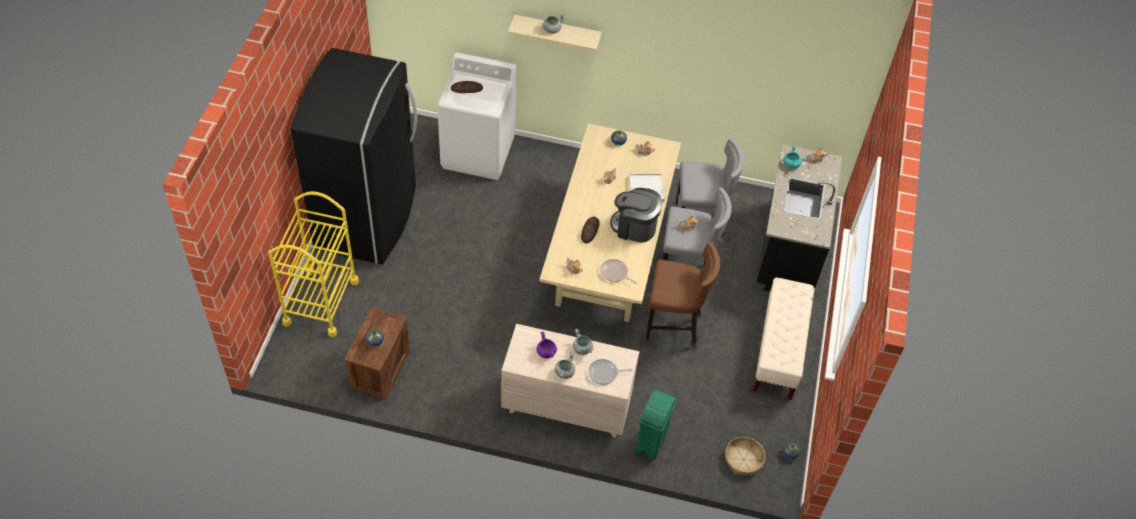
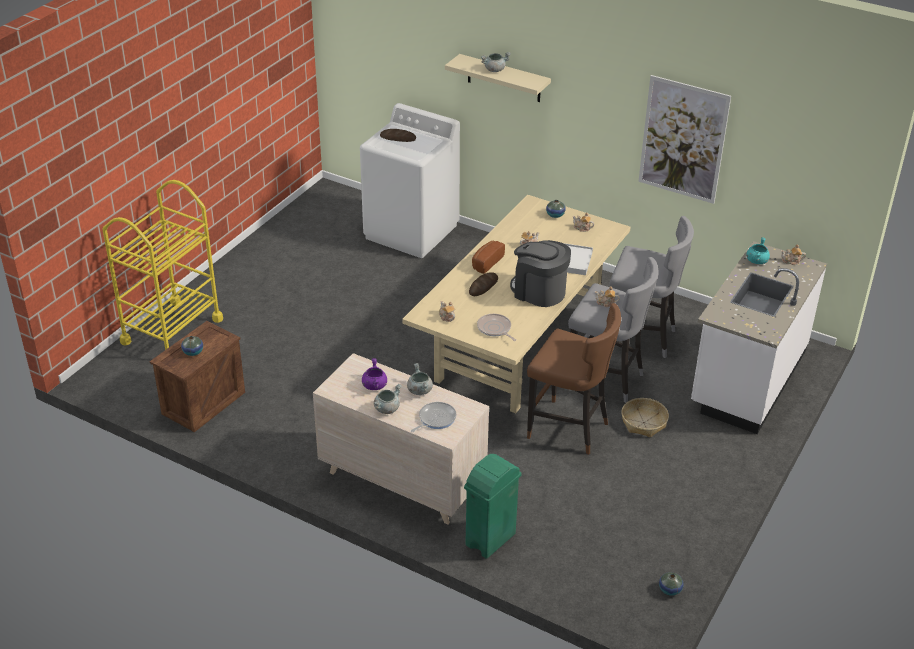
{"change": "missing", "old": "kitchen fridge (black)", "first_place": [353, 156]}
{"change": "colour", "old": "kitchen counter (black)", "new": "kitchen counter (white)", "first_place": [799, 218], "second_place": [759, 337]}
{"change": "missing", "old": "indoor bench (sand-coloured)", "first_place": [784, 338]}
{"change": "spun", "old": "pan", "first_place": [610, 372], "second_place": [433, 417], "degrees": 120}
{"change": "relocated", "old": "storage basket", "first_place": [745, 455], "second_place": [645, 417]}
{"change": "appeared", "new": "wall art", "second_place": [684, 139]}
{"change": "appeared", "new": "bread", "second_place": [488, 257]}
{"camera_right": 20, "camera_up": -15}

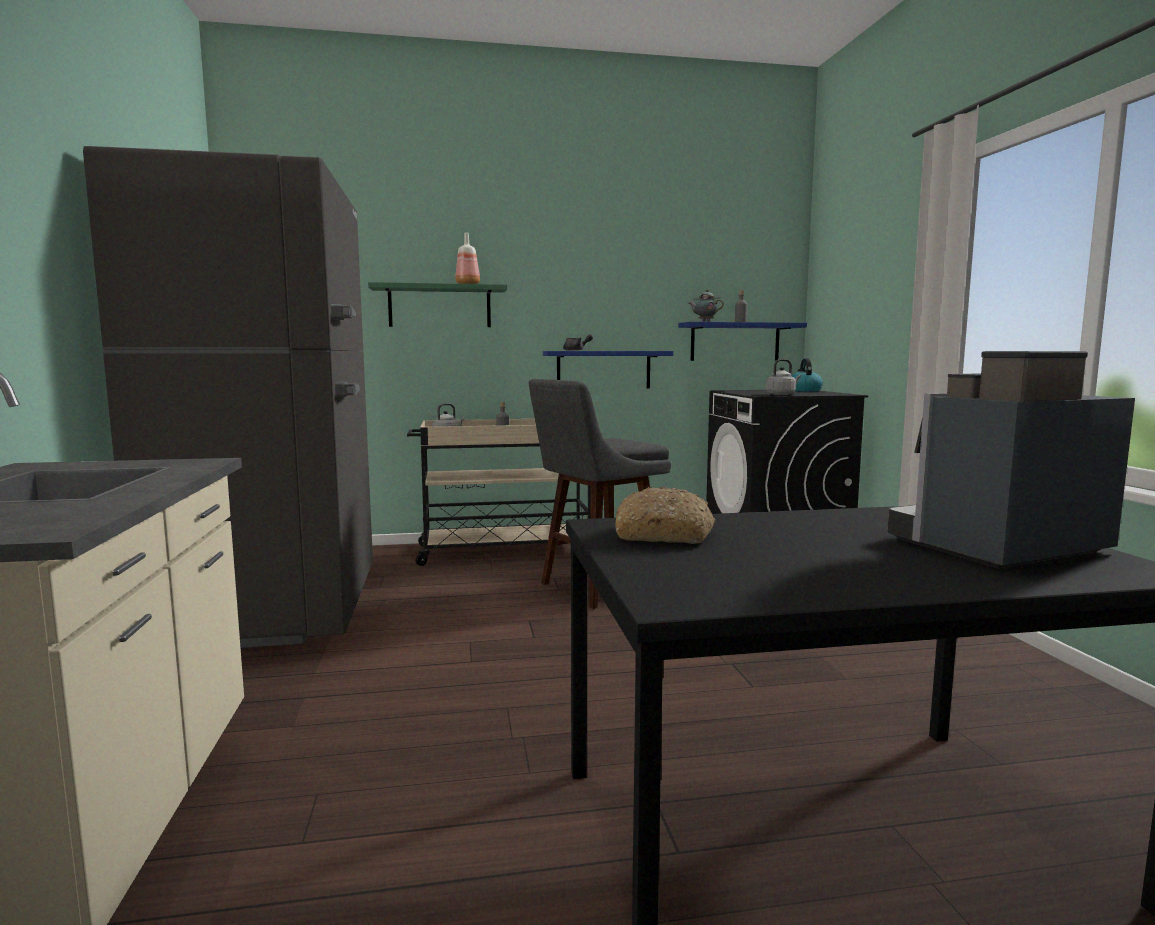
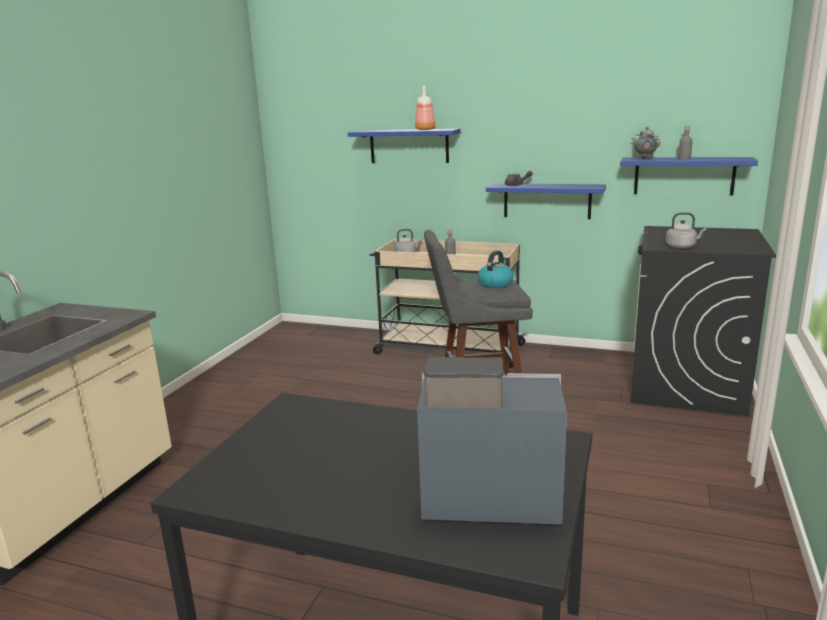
{"change": "missing", "old": "kitchen fridge (grey)", "first_place": [228, 397]}
{"change": "colour", "old": "bracket shelf (green)", "new": "bracket shelf (bluish)", "first_place": [437, 304], "second_place": [404, 146]}
{"change": "relocated", "old": "tea kettle", "first_place": [807, 375], "second_place": [495, 269]}
{"change": "missing", "old": "bread", "first_place": [666, 515]}
{"camera_right": 30, "camera_up": 10}

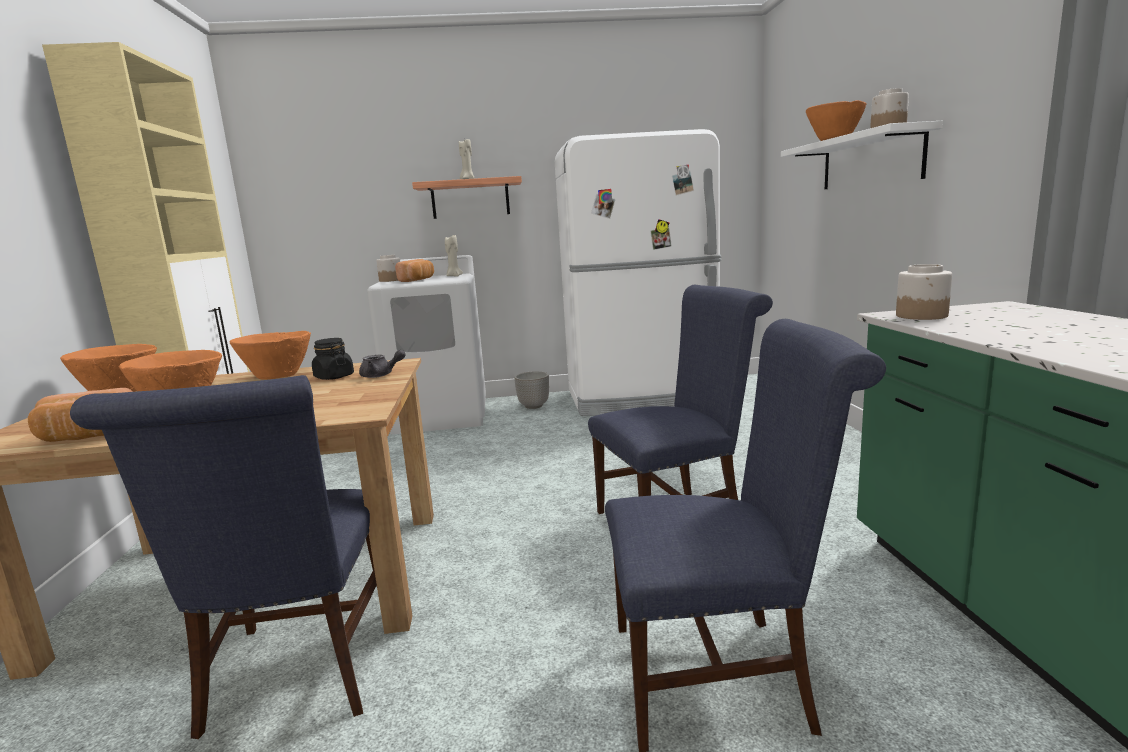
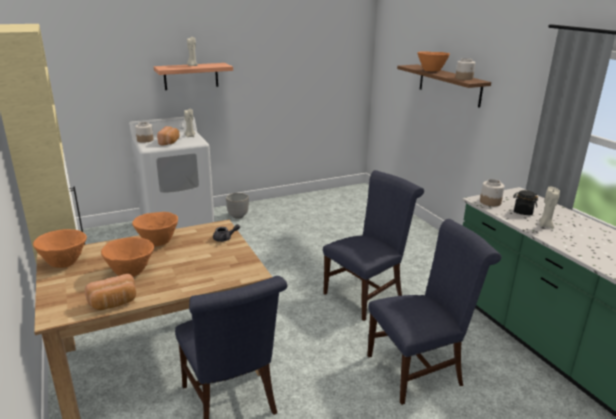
{"change": "colour", "old": "bracket shelf (white)", "new": "bracket shelf (brownish)", "first_place": [862, 155], "second_place": [444, 86]}
{"change": "missing", "old": "kitchen fridge (white)", "first_place": [638, 272]}
{"change": "relocated", "old": "storage jar (black)", "first_place": [333, 359], "second_place": [525, 202]}
{"change": "appeared", "new": "wax light (sand-coloured)", "second_place": [549, 207]}
{"camera_right": -20, "camera_up": 10}

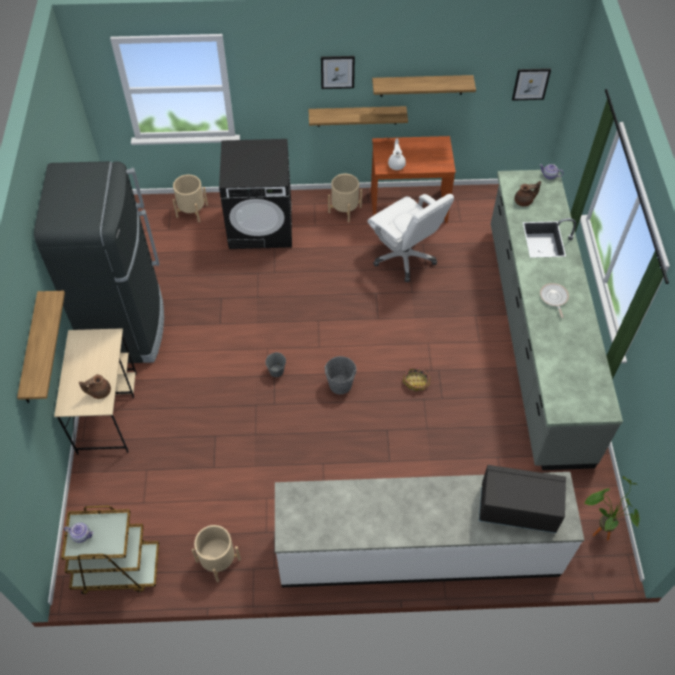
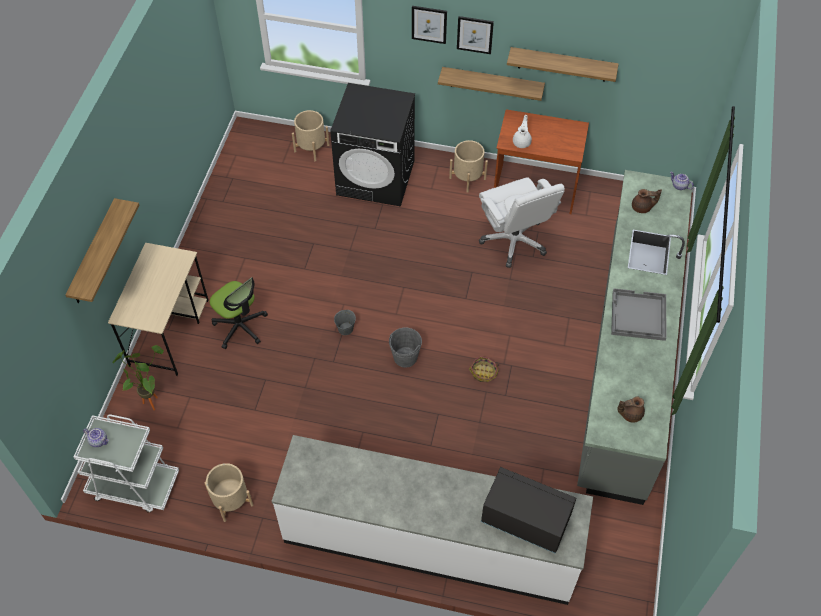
{"change": "relocated", "old": "wall art", "first_place": [531, 84], "second_place": [429, 25]}
{"change": "missing", "old": "kitchen fridge (black)", "first_place": [99, 262]}
{"change": "exchanged", "old": "pan", "new": "serving tray (grey)", "first_place": [554, 300], "second_place": [638, 314]}
{"change": "relocated", "old": "tea pot (brownish)", "first_place": [95, 386], "second_place": [631, 409]}
{"change": "relocated", "old": "houseplant", "first_place": [611, 508], "second_place": [138, 378]}
{"change": "colour", "old": "trolley (brownish)", "new": "trolley (white)", "first_place": [110, 550], "second_place": [126, 463]}
{"change": "appeared", "new": "desk chair", "second_place": [239, 313]}
{"camera_right": 15, "camera_up": 0}

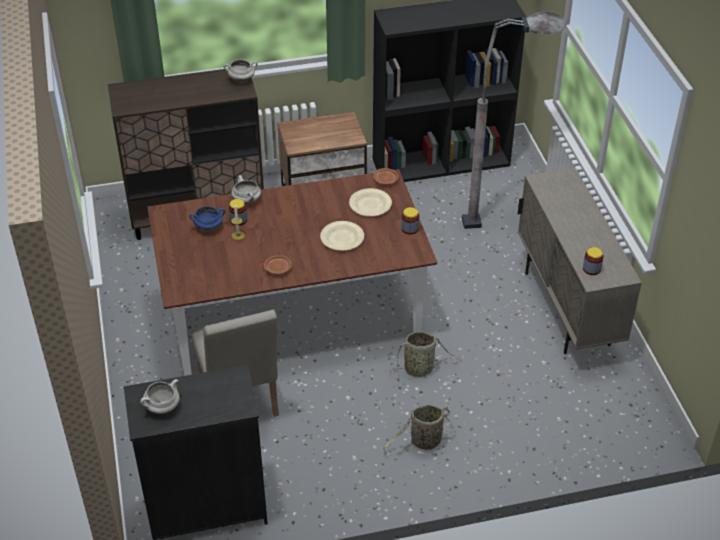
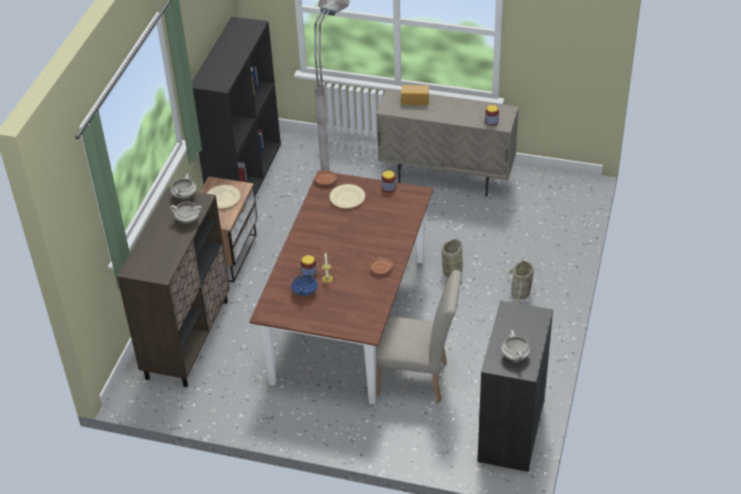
{"change": "relocated", "old": "saucepot (white)", "first_place": [246, 189], "second_place": [186, 213]}
{"change": "relocated", "old": "flat dish (sand-coloured)", "first_place": [342, 236], "second_place": [224, 196]}
{"change": "appeared", "new": "bread", "second_place": [415, 95]}
{"camera_right": -60, "camera_up": 0}

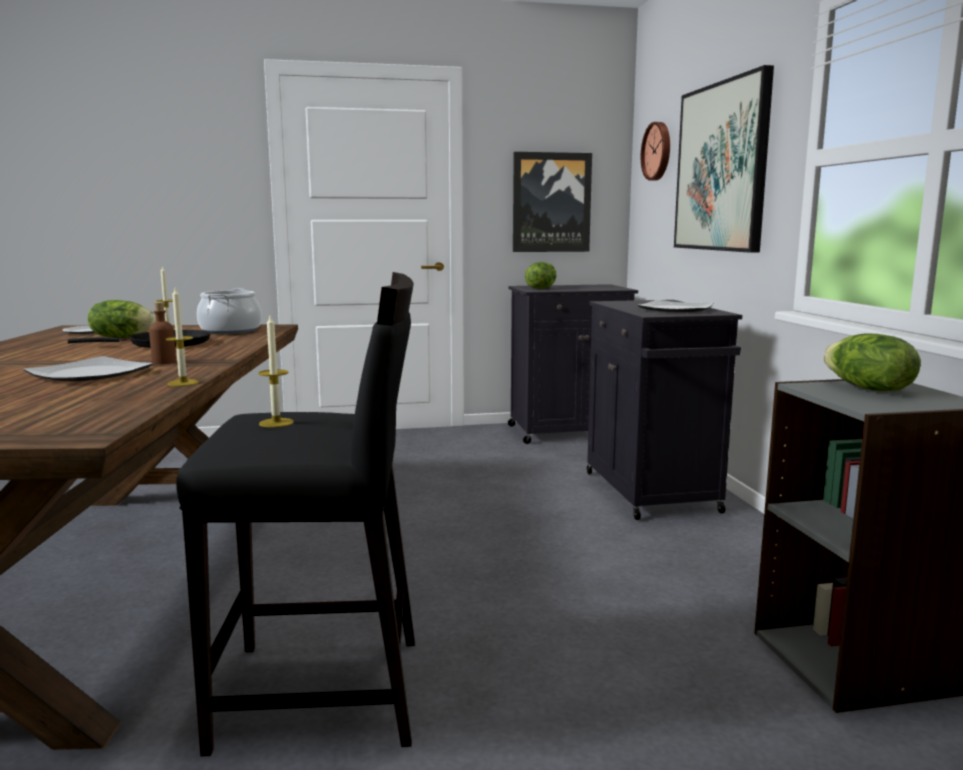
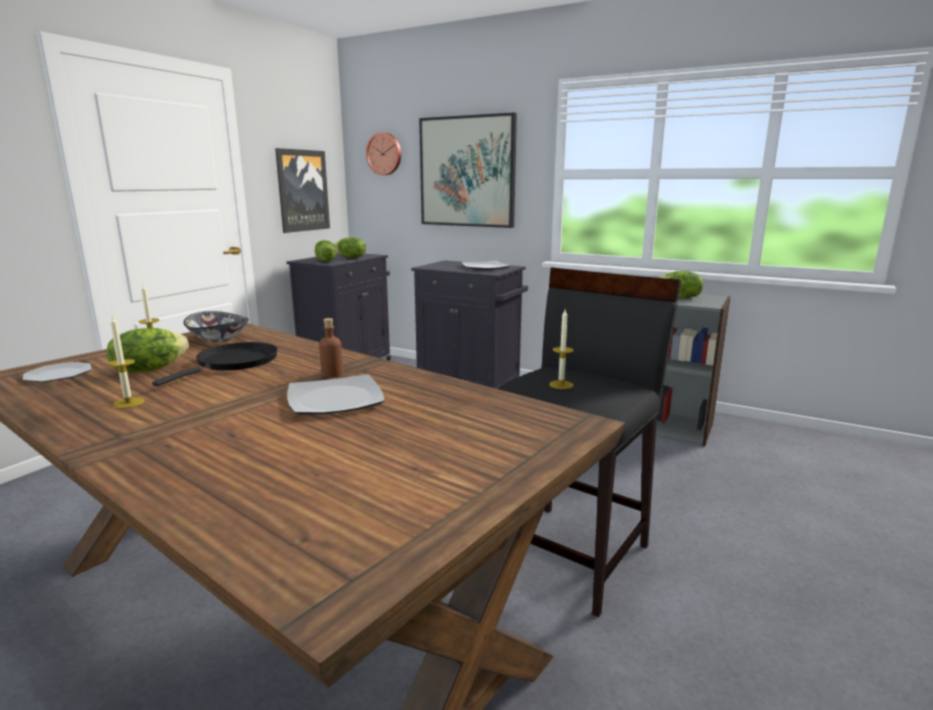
{"change": "relocated", "old": "wax light", "first_place": [182, 337], "second_place": [125, 362]}
{"change": "exchanged", "old": "saucepot", "new": "serving bowl", "first_place": [229, 311], "second_place": [216, 326]}
{"change": "appeared", "new": "lettuce", "second_place": [350, 247]}
{"camera_right": -50, "camera_up": 5}

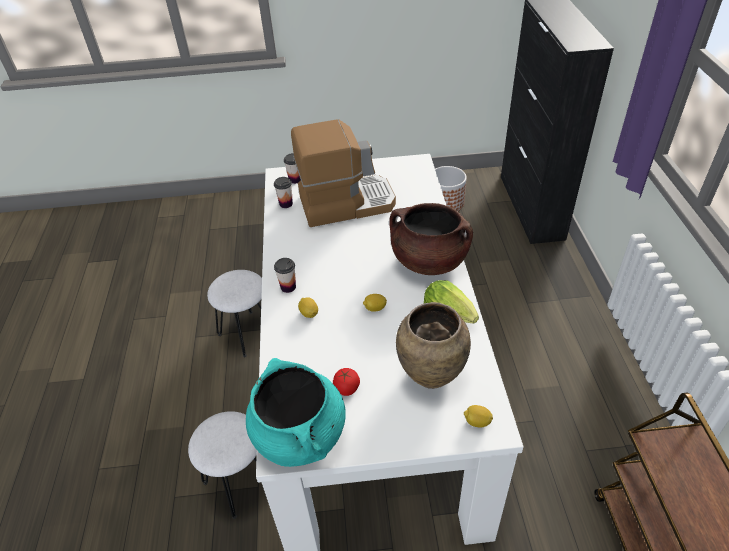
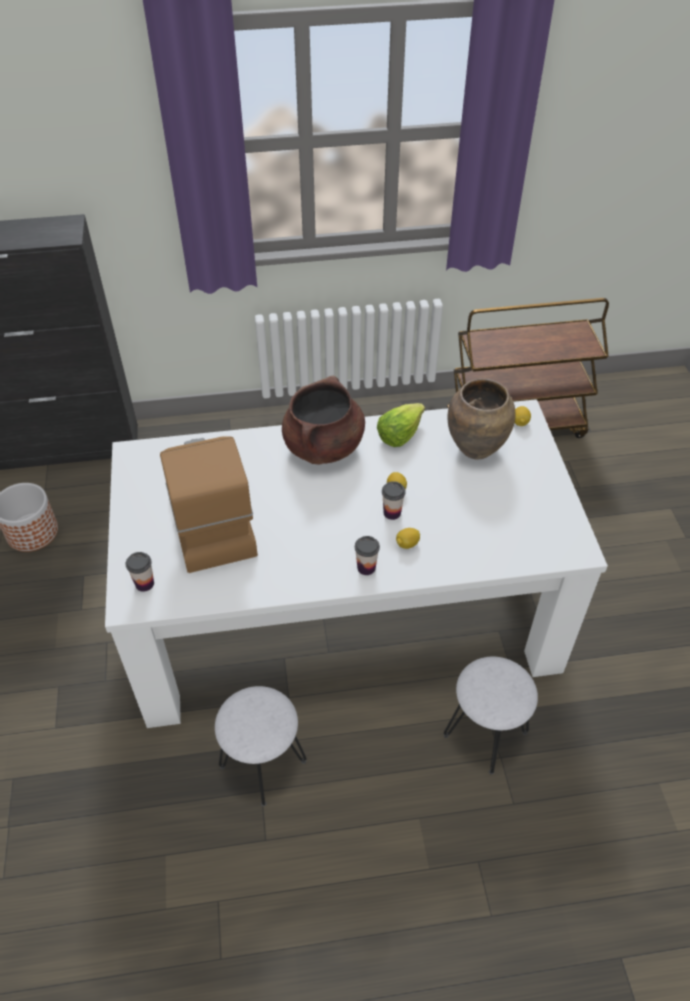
{"change": "relocated", "old": "small cup", "first_place": [283, 192], "second_place": [394, 500]}
{"change": "missing", "old": "saucepot (turquoise)", "first_place": [296, 412]}
{"change": "missing", "old": "fresh tomato", "first_place": [346, 382]}
{"camera_right": -95, "camera_up": 5}

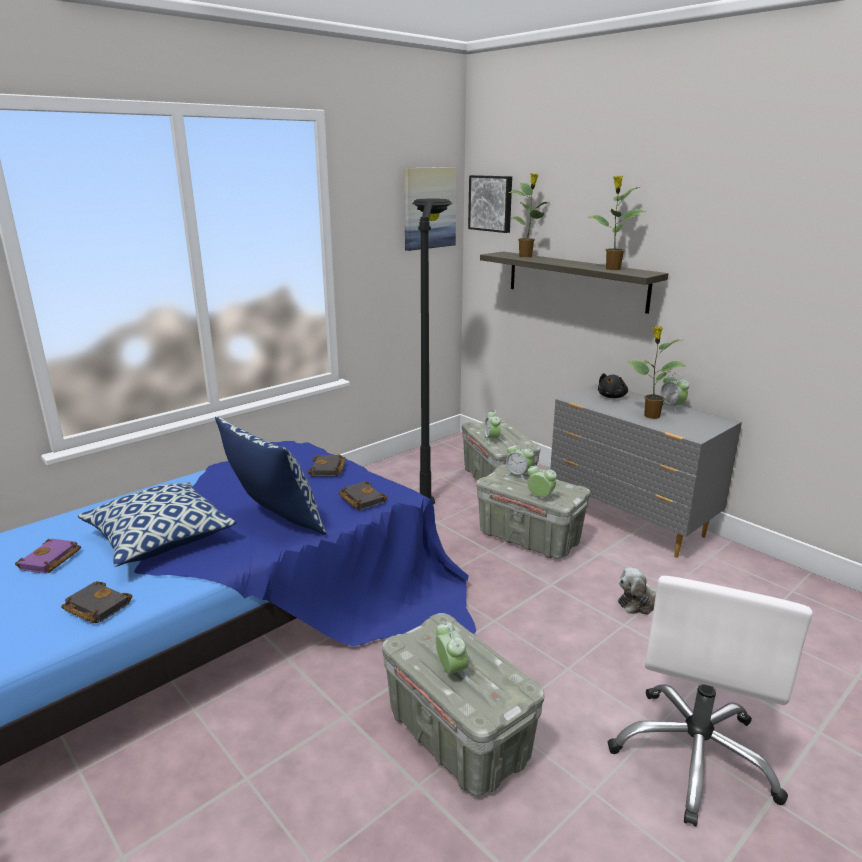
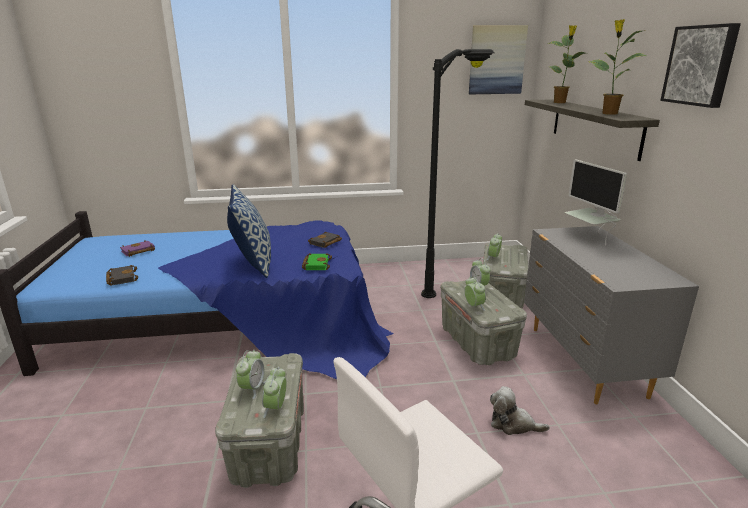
{"change": "relocated", "old": "wall art", "first_place": [490, 204], "second_place": [700, 65]}
{"change": "missing", "old": "houseplant", "first_place": [656, 372]}
{"change": "exchanged", "old": "soft toy (black)", "new": "computer screen", "first_place": [613, 385], "second_place": [596, 202]}
{"change": "relocated", "old": "bedside clock", "first_place": [675, 392], "second_place": [274, 392]}
{"change": "colour", "old": "volume (black)", "new": "volume (green)", "first_place": [363, 495], "second_place": [317, 261]}
{"change": "missing", "old": "pillow", "first_place": [157, 524]}
{"camera_right": 35, "camera_up": 0}

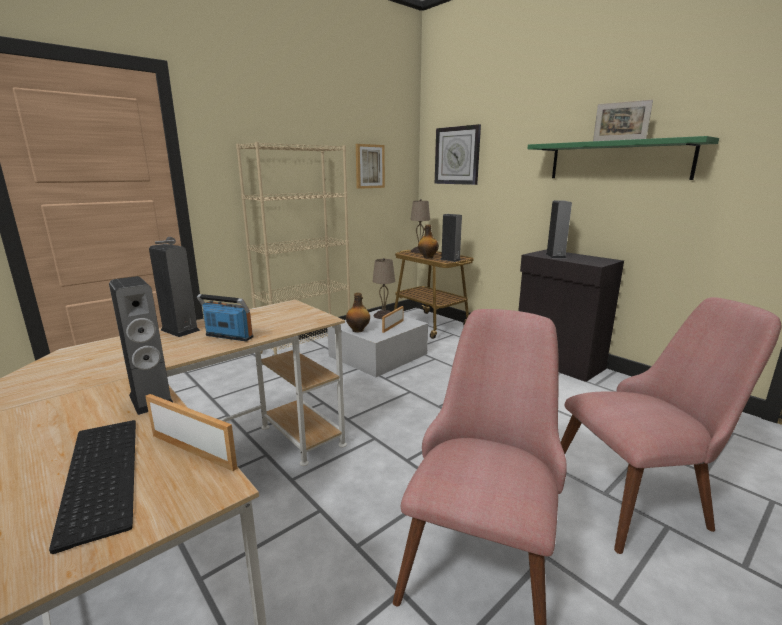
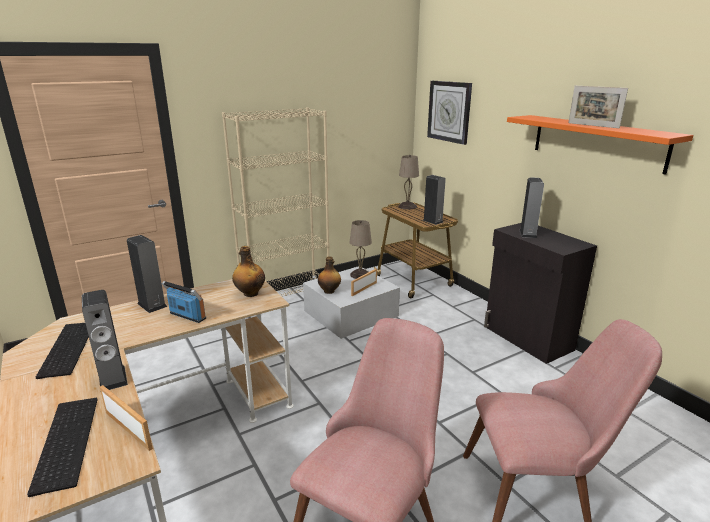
{"change": "colour", "old": "bracket shelf (green)", "new": "bracket shelf (orange)", "first_place": [623, 158], "second_place": [600, 145]}
{"change": "missing", "old": "wall art", "first_place": [370, 166]}
{"change": "relocated", "old": "bottle", "first_place": [428, 241], "second_place": [248, 271]}
{"change": "appeared", "new": "keyboard", "second_place": [62, 351]}
{"camera_right": 10, "camera_up": 5}

